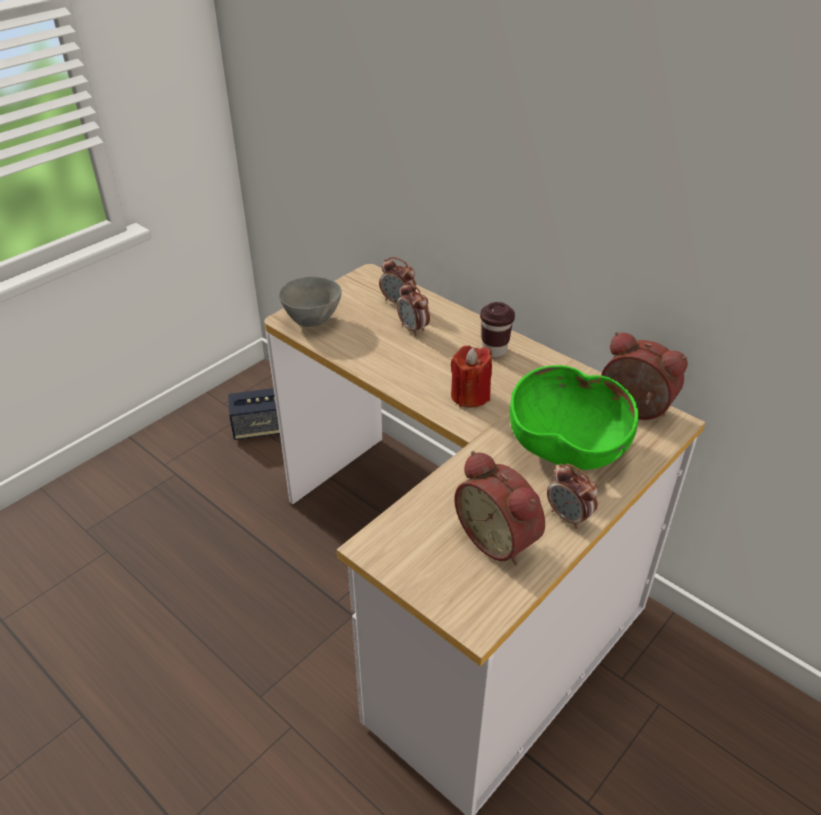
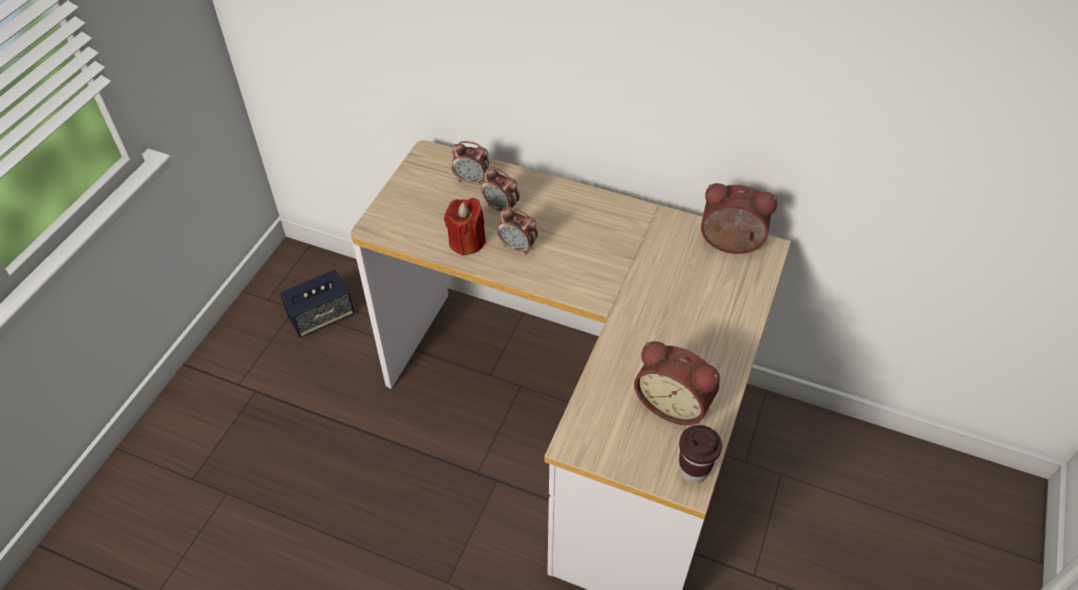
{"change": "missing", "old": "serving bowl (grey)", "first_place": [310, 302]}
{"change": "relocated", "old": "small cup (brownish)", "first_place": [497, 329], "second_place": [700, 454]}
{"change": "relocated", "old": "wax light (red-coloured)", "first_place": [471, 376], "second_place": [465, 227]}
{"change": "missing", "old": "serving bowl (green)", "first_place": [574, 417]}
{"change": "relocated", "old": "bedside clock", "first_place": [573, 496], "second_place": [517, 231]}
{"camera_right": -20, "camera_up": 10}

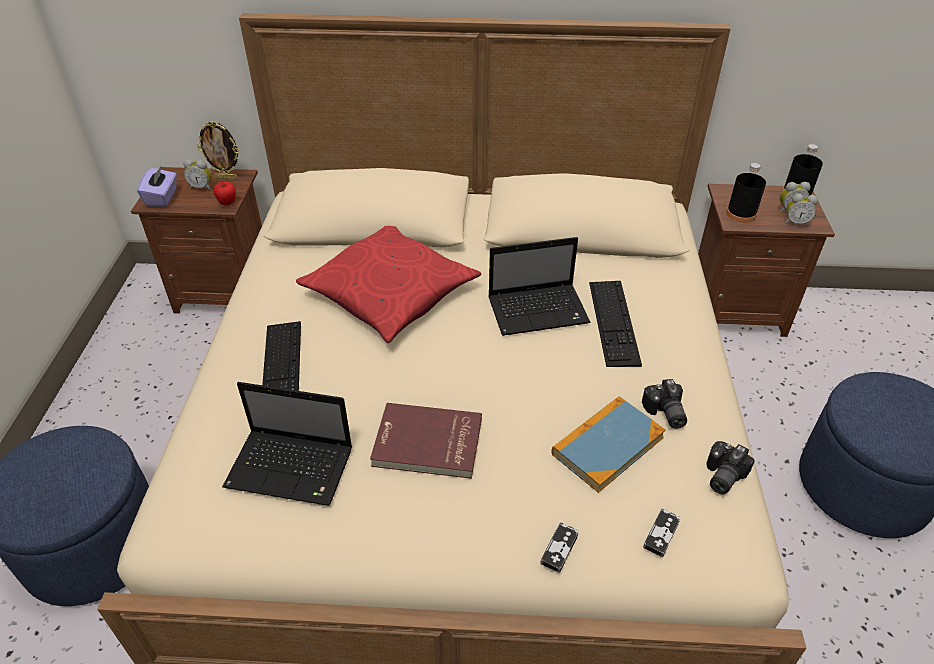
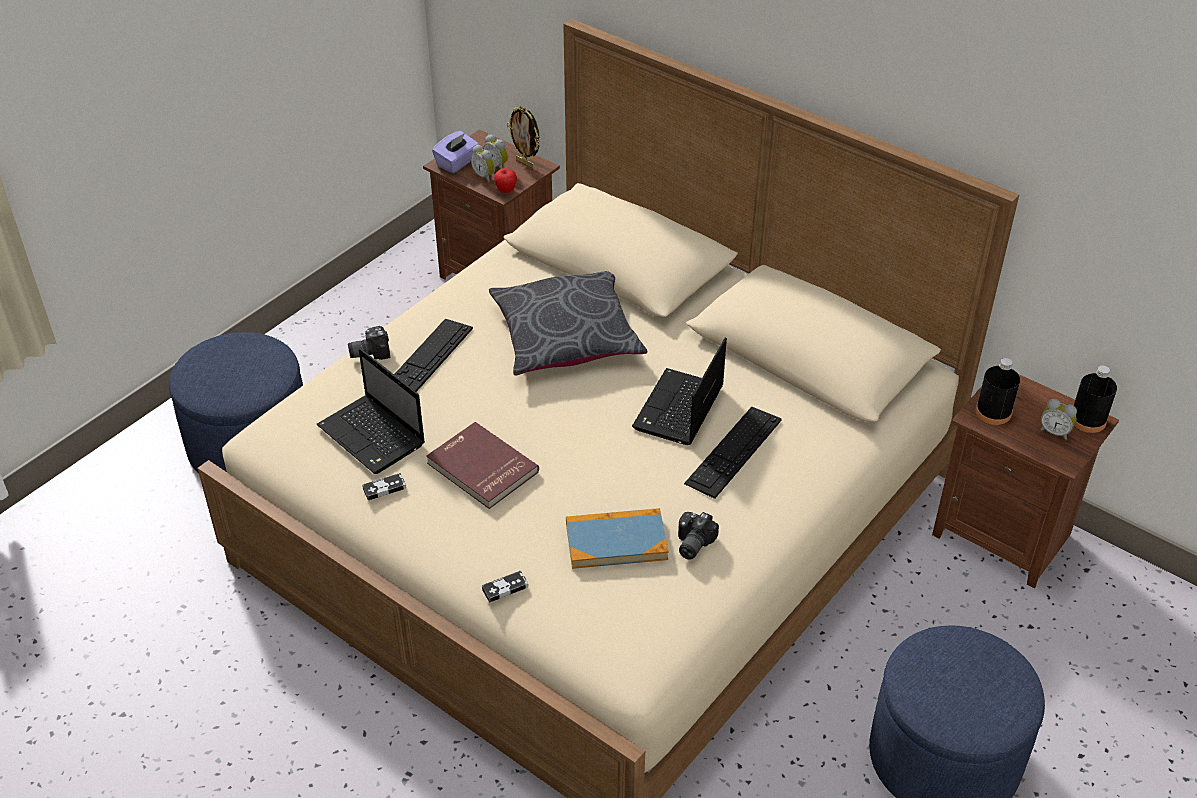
{"change": "relocated", "old": "bedside clock", "first_place": [801, 210], "second_place": [483, 164]}
{"change": "colour", "old": "pillow (red-coloured)", "new": "pillow (grey)", "first_place": [388, 284], "second_place": [568, 323]}
{"change": "spun", "old": "notebook computer", "first_place": [539, 286], "second_place": [679, 391], "degrees": 90}
{"change": "relocated", "old": "photo camera", "first_place": [730, 467], "second_place": [369, 343]}
{"change": "relocated", "old": "game controller", "first_place": [661, 533], "second_place": [384, 486]}
{"camera_right": 35, "camera_up": 0}

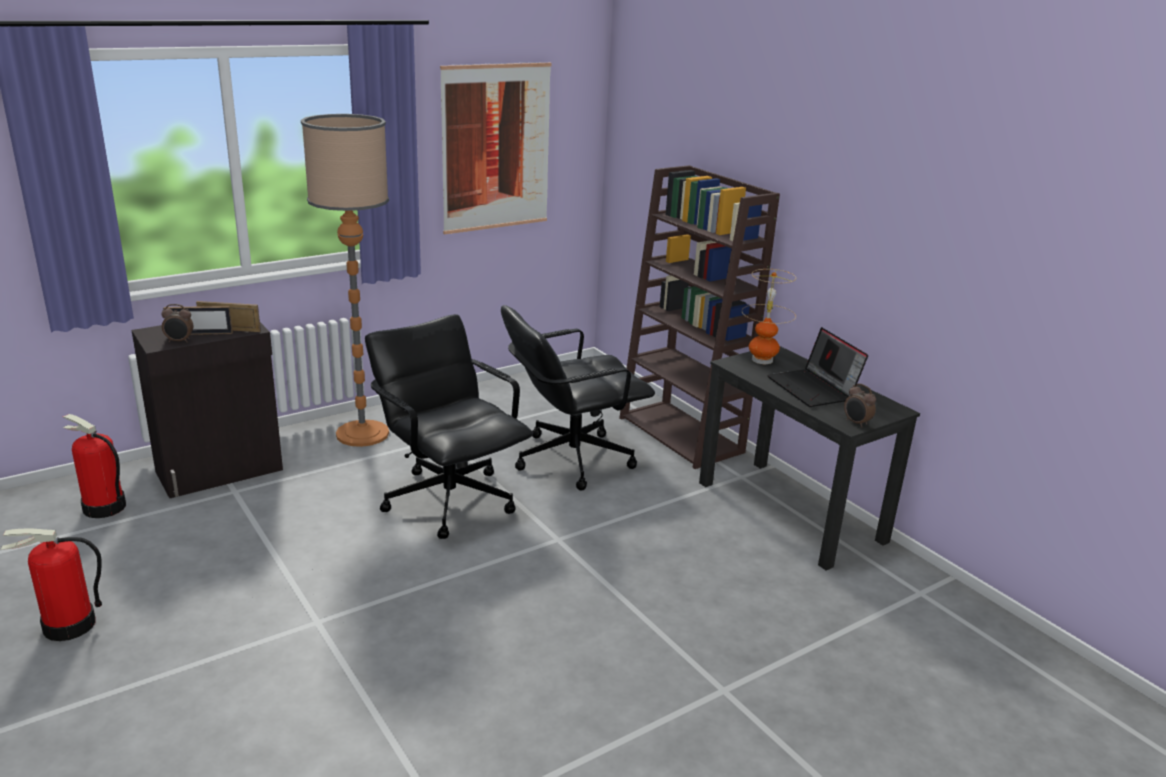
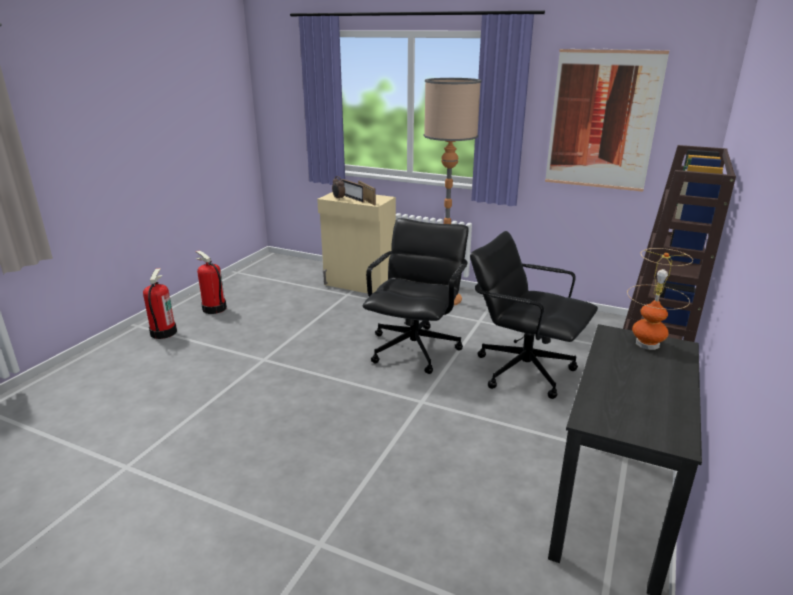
{"change": "colour", "old": "cabinet (black)", "new": "cabinet (sand-coloured)", "first_place": [207, 410], "second_place": [356, 242]}
{"change": "missing", "old": "notebook computer", "first_place": [817, 367]}
{"change": "missing", "old": "bedside clock", "first_place": [860, 406]}
{"change": "relocated", "old": "fire extinguisher", "first_place": [94, 466], "second_place": [160, 303]}
{"camera_right": 60, "camera_up": 0}

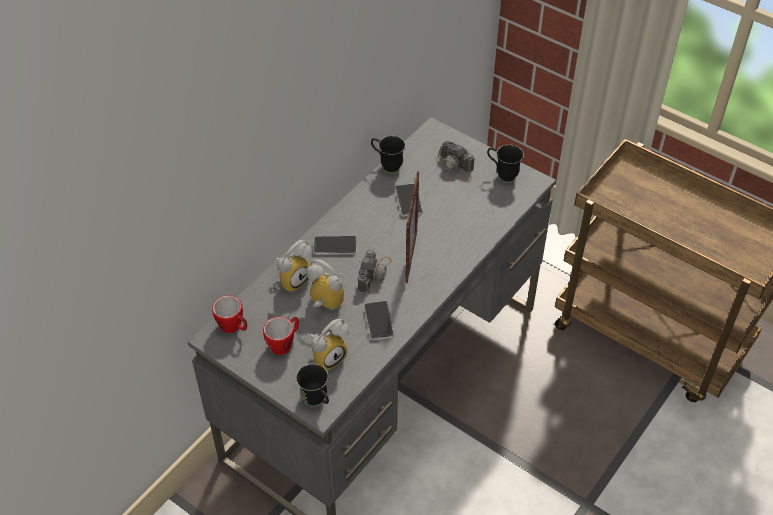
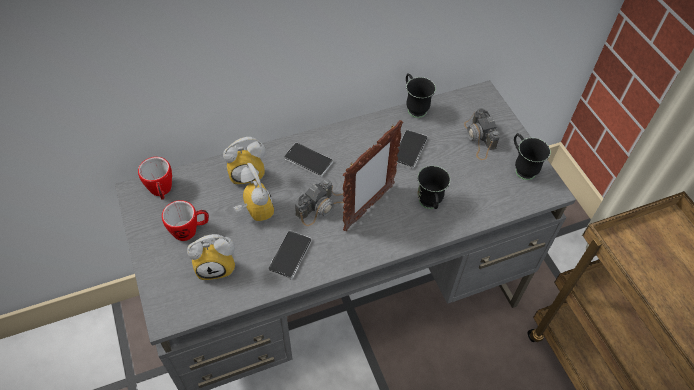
{"change": "relocated", "old": "mug (black)", "first_place": [312, 385], "second_place": [433, 187]}
{"camera_right": 30, "camera_up": 5}

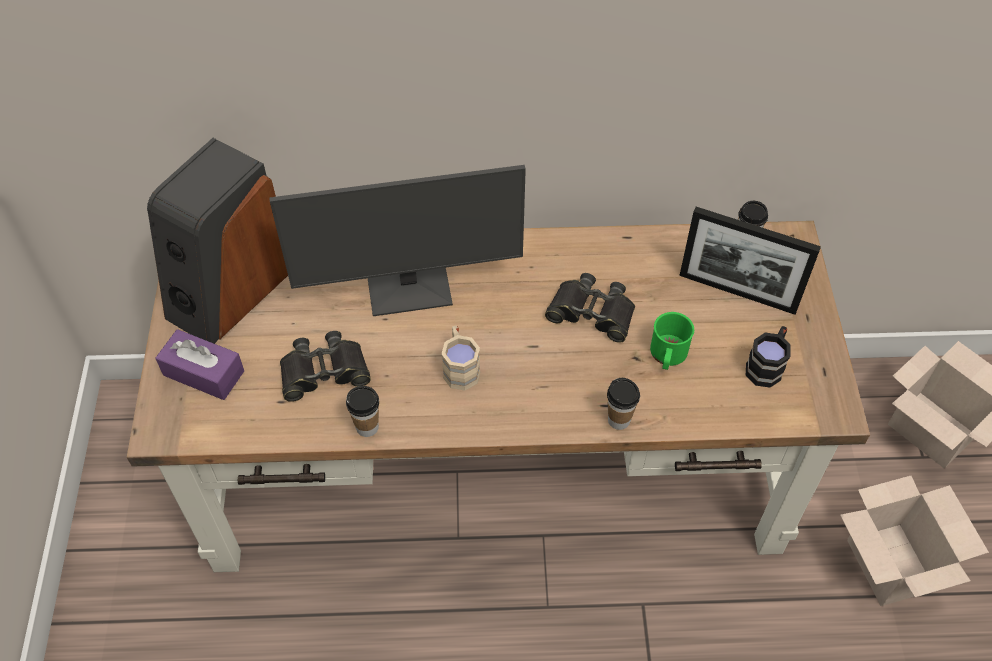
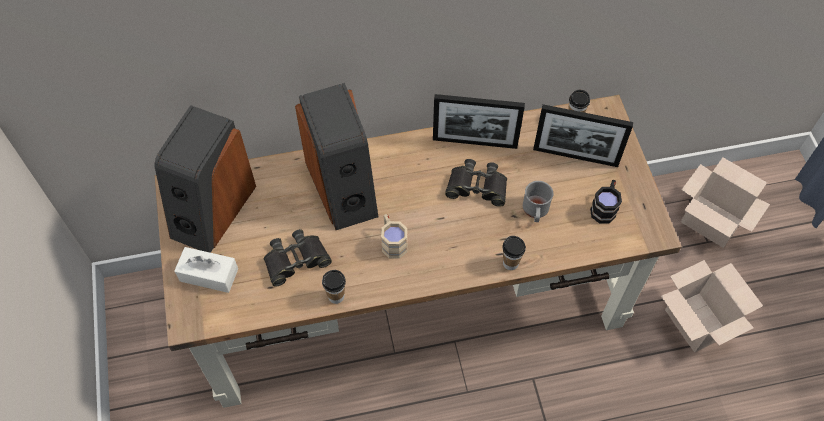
{"change": "exchanged", "old": "computer screen", "new": "audio speaker", "first_place": [397, 240], "second_place": [336, 156]}
{"change": "colour", "old": "mug (green)", "new": "mug (grey)", "first_place": [672, 341], "second_place": [538, 201]}
{"change": "colour", "old": "box of tissues (purple)", "new": "box of tissues (white)", "first_place": [199, 364], "second_place": [206, 270]}
{"change": "appeared", "new": "picture frame", "second_place": [479, 121]}
{"camera_right": -10, "camera_up": 5}

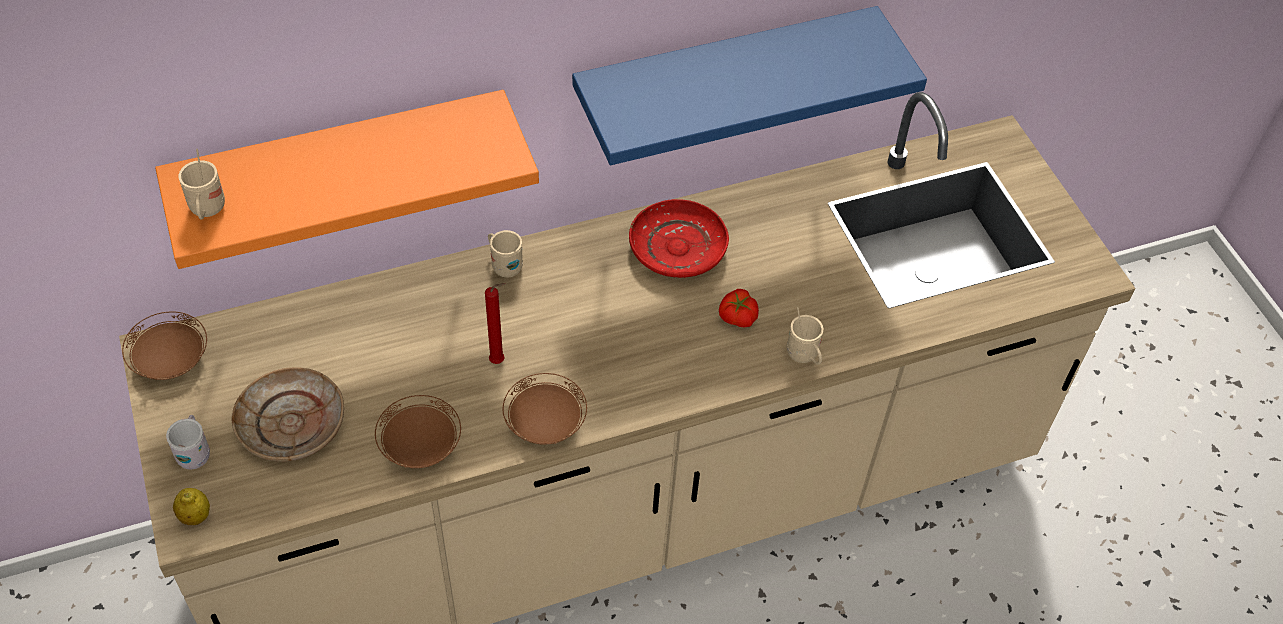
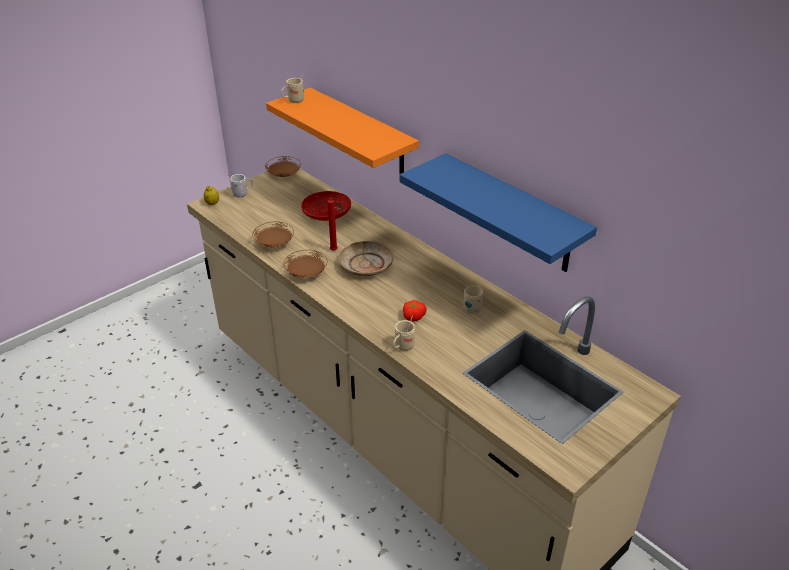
{"change": "relocated", "old": "flat dish (red-coloured)", "first_place": [679, 238], "second_place": [326, 206]}
{"change": "relocated", "old": "mug (sand-coloured)", "first_place": [505, 254], "second_place": [473, 299]}
{"change": "relocated", "old": "flat dish (sand-coloured)", "first_place": [287, 414], "second_place": [366, 258]}
{"camera_right": 70, "camera_up": -15}

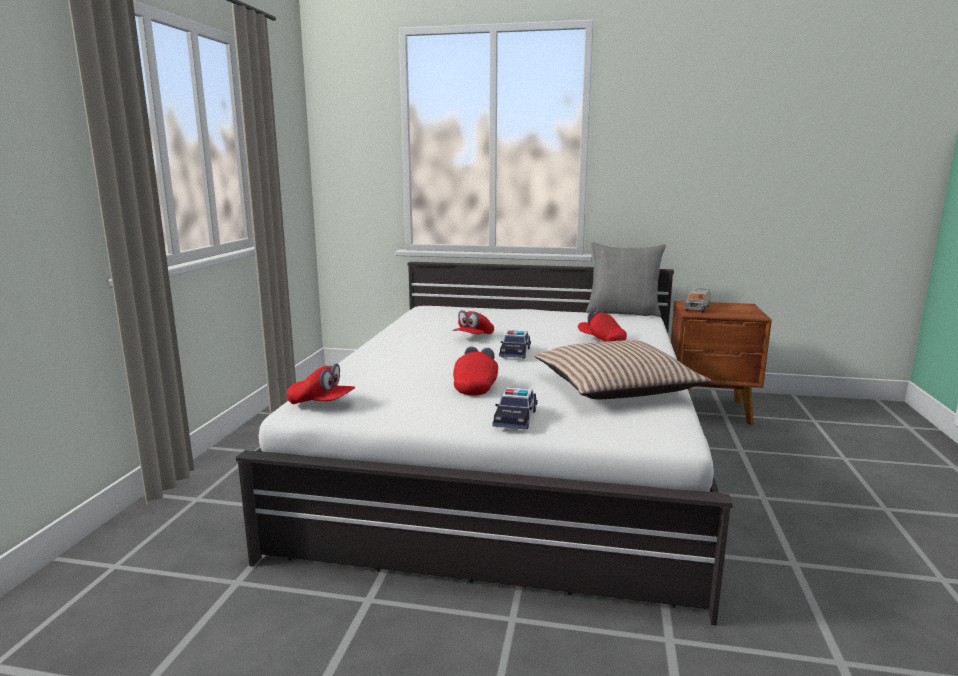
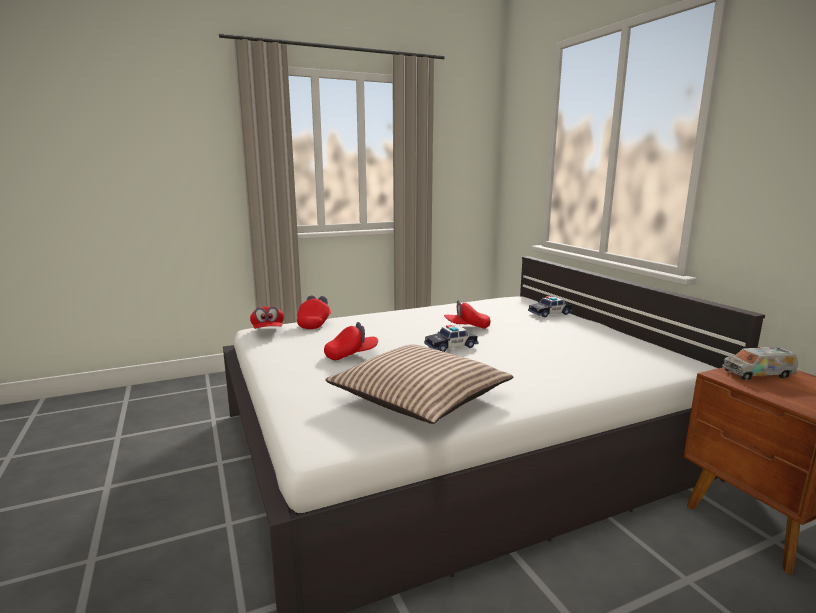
{"change": "missing", "old": "pillow (grey)", "first_place": [626, 279]}
{"change": "relocated", "old": "peaked cap (red-coloured)", "first_place": [602, 325], "second_place": [314, 312]}
{"change": "relocated", "old": "model car", "first_place": [515, 408], "second_place": [550, 306]}
{"camera_right": 55, "camera_up": 0}

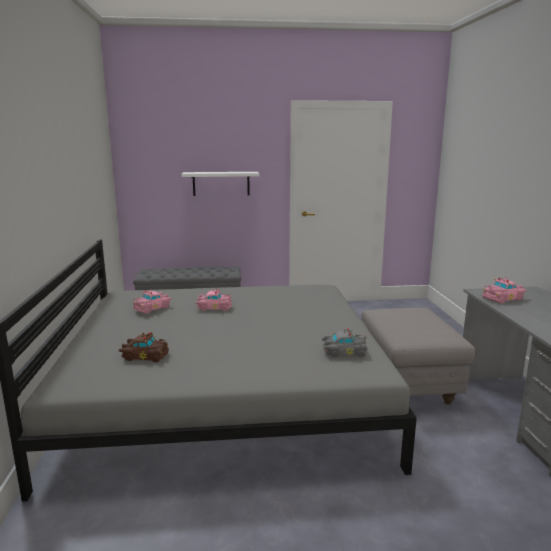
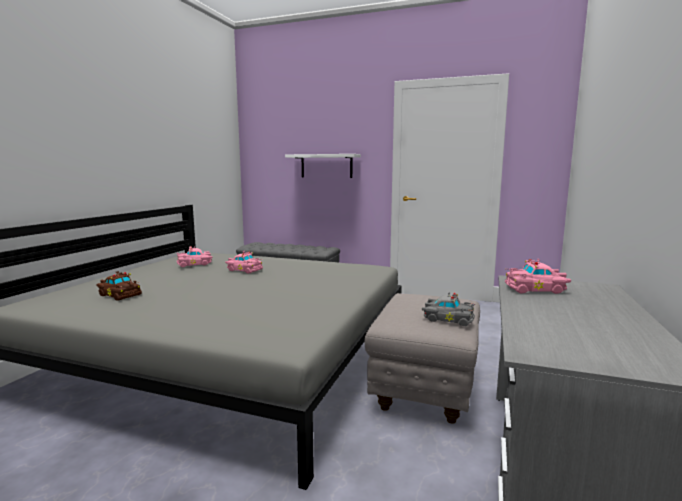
{"change": "relocated", "old": "model car (grey)", "first_place": [345, 343], "second_place": [448, 309]}
{"camera_right": 25, "camera_up": -5}

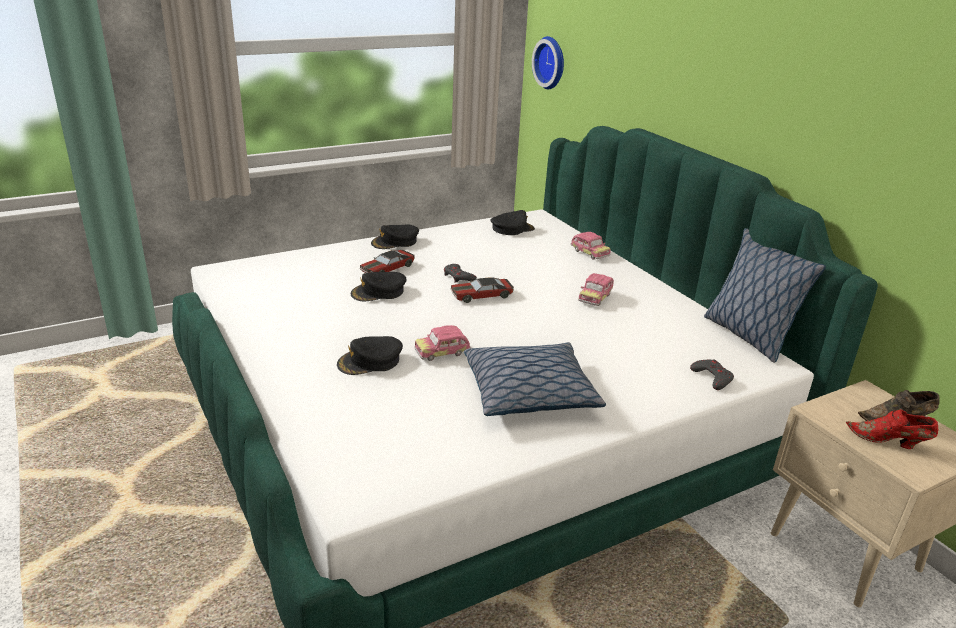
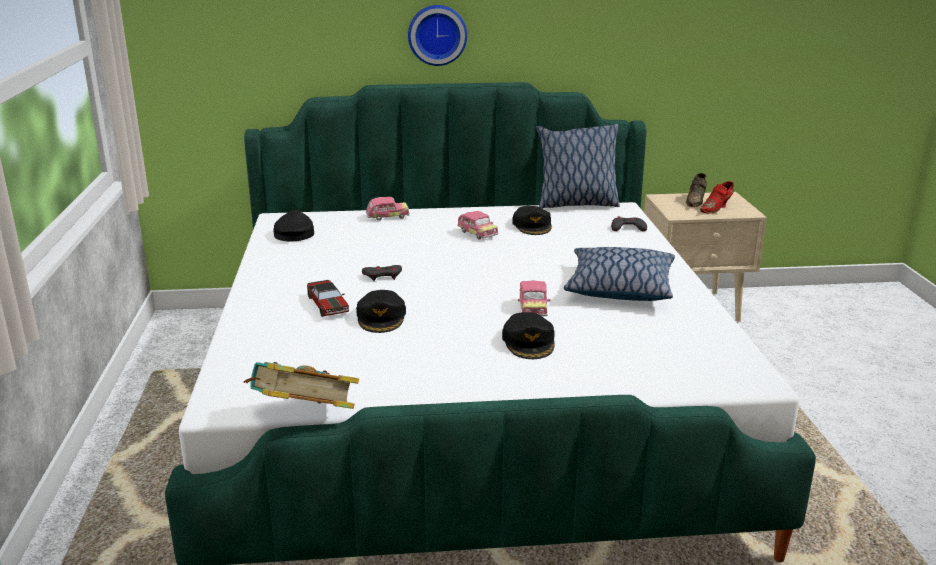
{"change": "relocated", "old": "wall clock", "first_place": [548, 62], "second_place": [437, 35]}
{"change": "relocated", "old": "peaked cap (black)", "first_place": [395, 236], "second_place": [532, 220]}
{"change": "missing", "old": "model car", "first_place": [482, 290]}
{"change": "appeared", "new": "volume", "second_place": [301, 385]}
{"camera_right": -65, "camera_up": -5}

